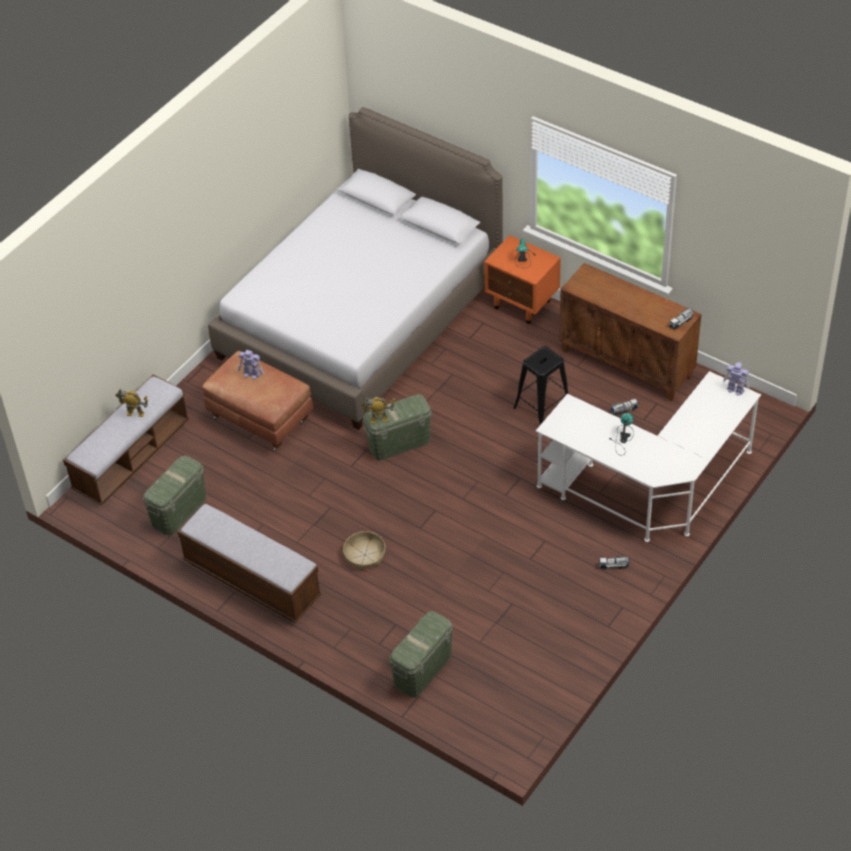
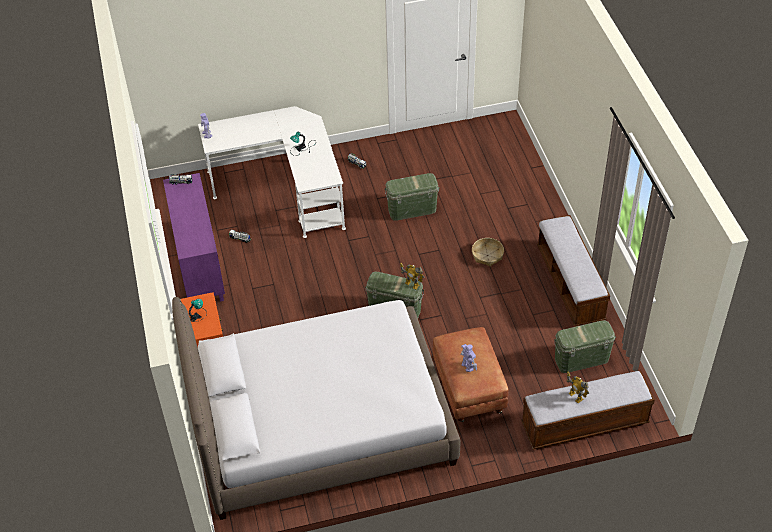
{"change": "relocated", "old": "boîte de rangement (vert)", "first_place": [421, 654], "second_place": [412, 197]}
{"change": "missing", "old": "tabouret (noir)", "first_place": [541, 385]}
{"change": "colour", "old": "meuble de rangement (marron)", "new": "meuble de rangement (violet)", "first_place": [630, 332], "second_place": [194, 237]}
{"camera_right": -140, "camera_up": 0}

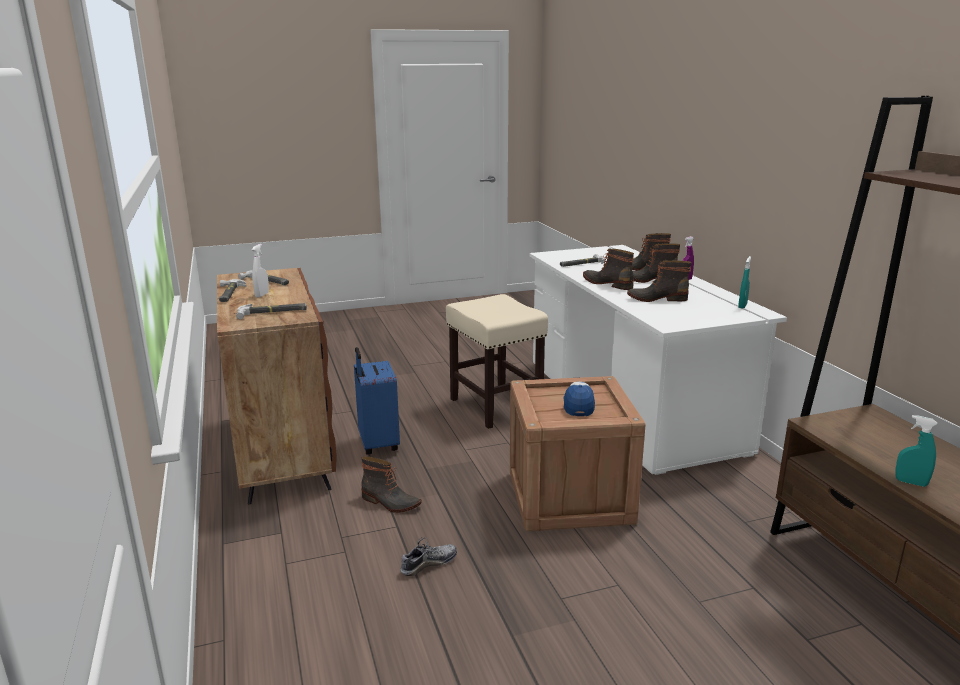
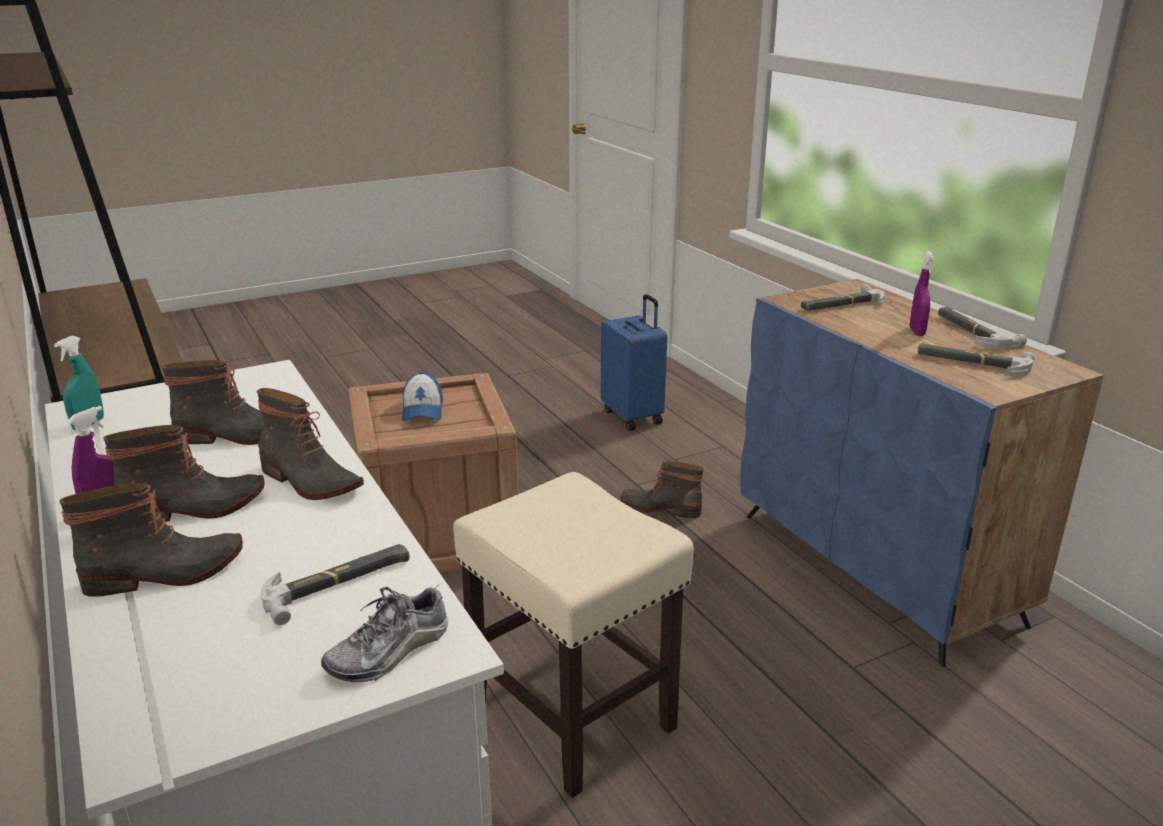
{"change": "colour", "old": "meuble de rangement (marron)", "new": "meuble de rangement (bleu)", "first_place": [277, 386], "second_place": [922, 473]}
{"change": "colour", "old": "vaporisateur (blanc)", "new": "vaporisateur (violet)", "first_place": [260, 270], "second_place": [922, 293]}
{"change": "relocated", "old": "valise (bleu)", "first_place": [377, 400], "second_place": [634, 362]}
{"change": "relocated", "old": "chaussure", "first_place": [428, 556], "second_place": [384, 632]}
{"change": "missing", "old": "vaporisateur (turquoise)", "first_place": [916, 451]}
{"camera_right": 170, "camera_up": 5}

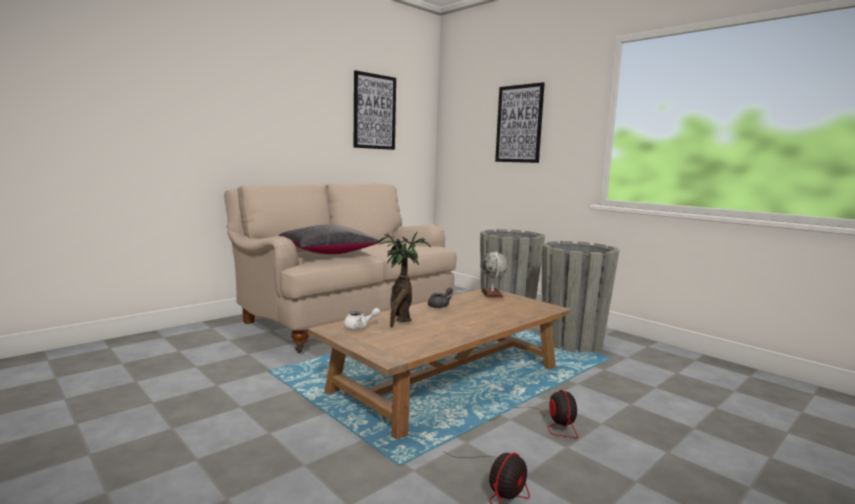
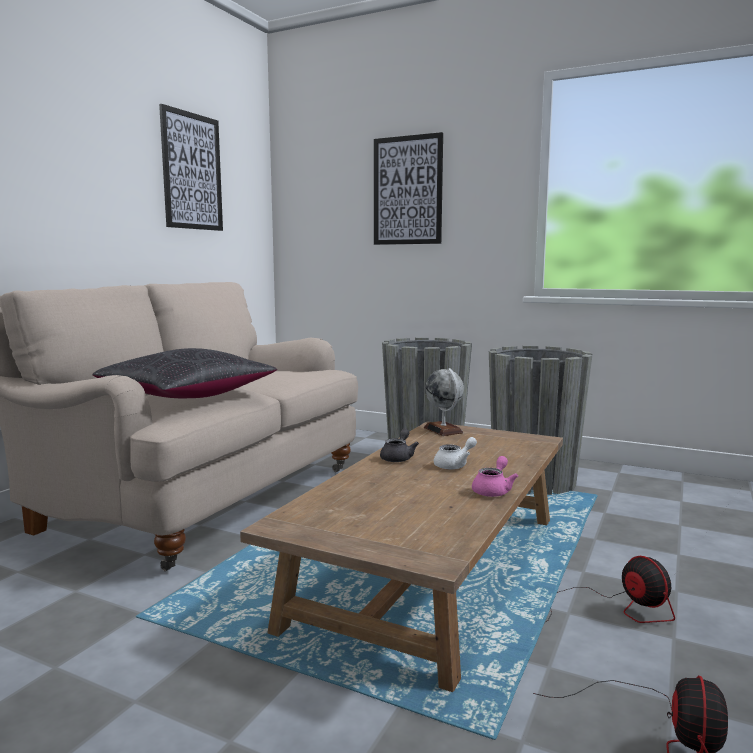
{"change": "relocated", "old": "théière (blanc)", "first_place": [362, 318], "second_place": [455, 453]}
{"change": "missing", "old": "plante en pot", "first_place": [404, 279]}
{"change": "appeared", "new": "théière (rose)", "second_place": [495, 476]}
{"camera_right": -20, "camera_up": 0}

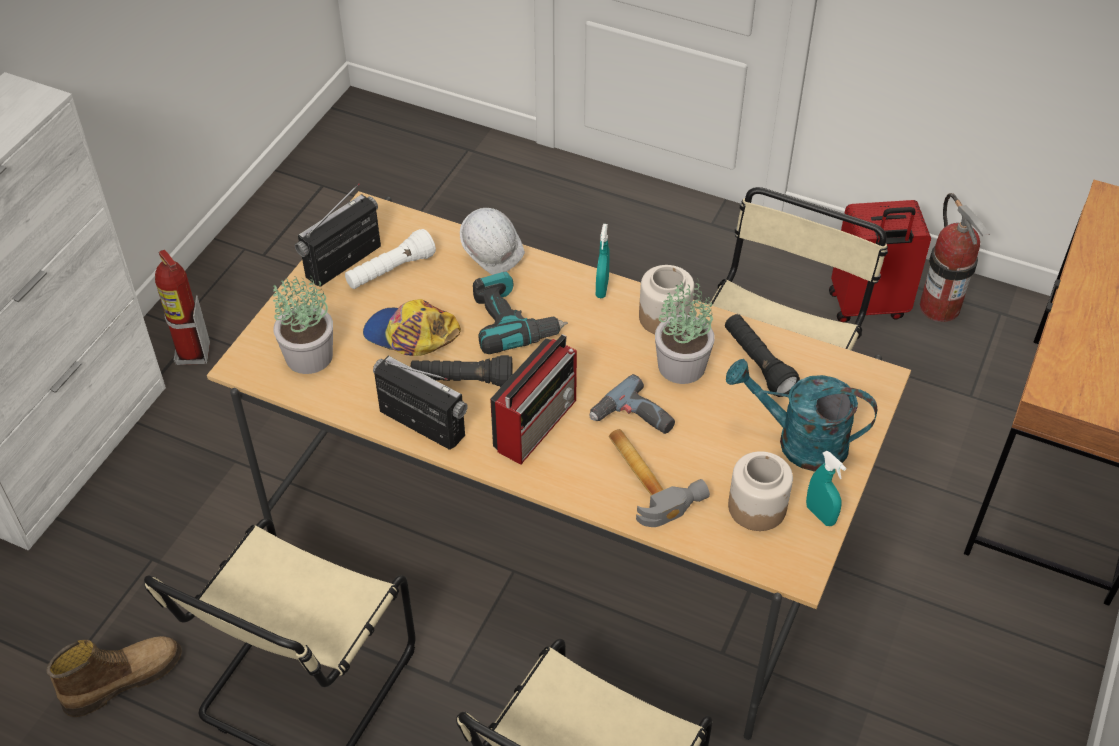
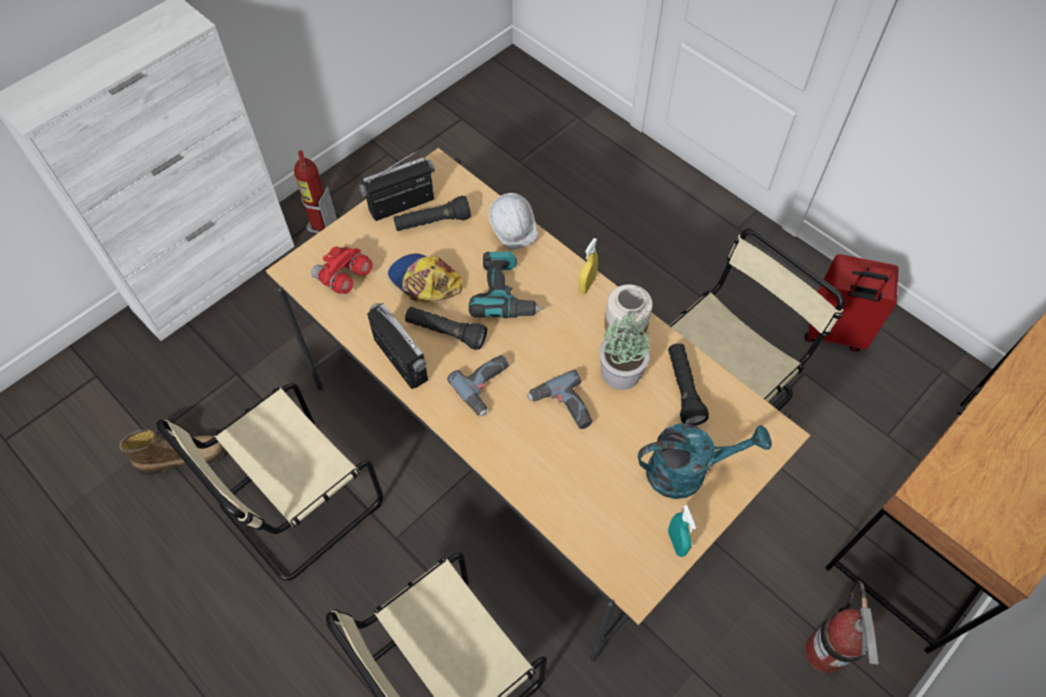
{"change": "exchanged", "old": "plante en pot", "new": "jumelles (rouge)", "first_place": [303, 325], "second_place": [342, 270]}
{"change": "colour", "old": "lampe de poche (blanc)", "new": "lampe de poche (noir)", "first_place": [390, 259], "second_place": [432, 213]}
{"change": "exchanged", "old": "radio", "new": "perceuse", "first_place": [533, 399], "second_place": [478, 385]}
{"change": "colour", "old": "vaporisateur (turquoise)", "new": "vaporisateur (jaune)", "first_place": [603, 261], "second_place": [588, 266]}
{"change": "missing", "old": "marteau", "first_place": [659, 478]}
{"change": "spun", "old": "arrosoir (turquoise)", "first_place": [801, 415], "second_place": [705, 461], "degrees": 135}
{"change": "missing", "old": "bocal", "first_place": [760, 491]}
{"change": "relocated", "old": "extincteur", "first_place": [955, 257], "second_place": [842, 627]}
{"camera_right": 20, "camera_up": 10}

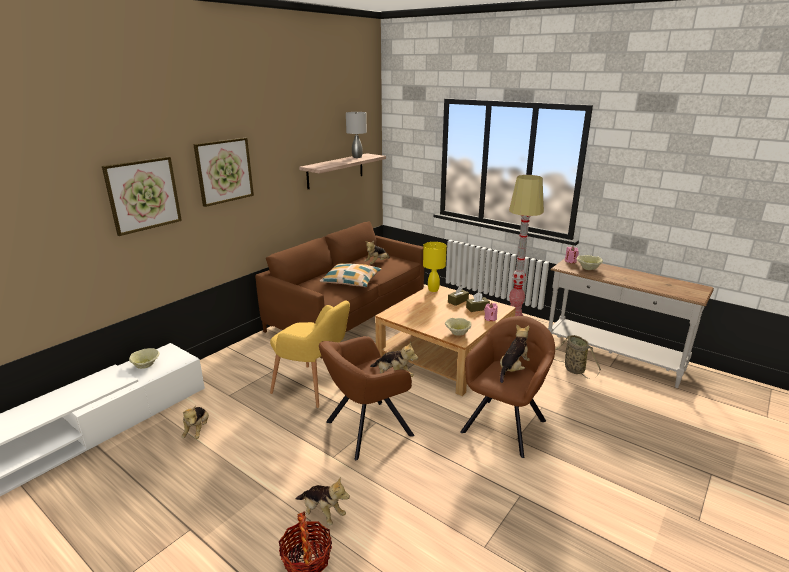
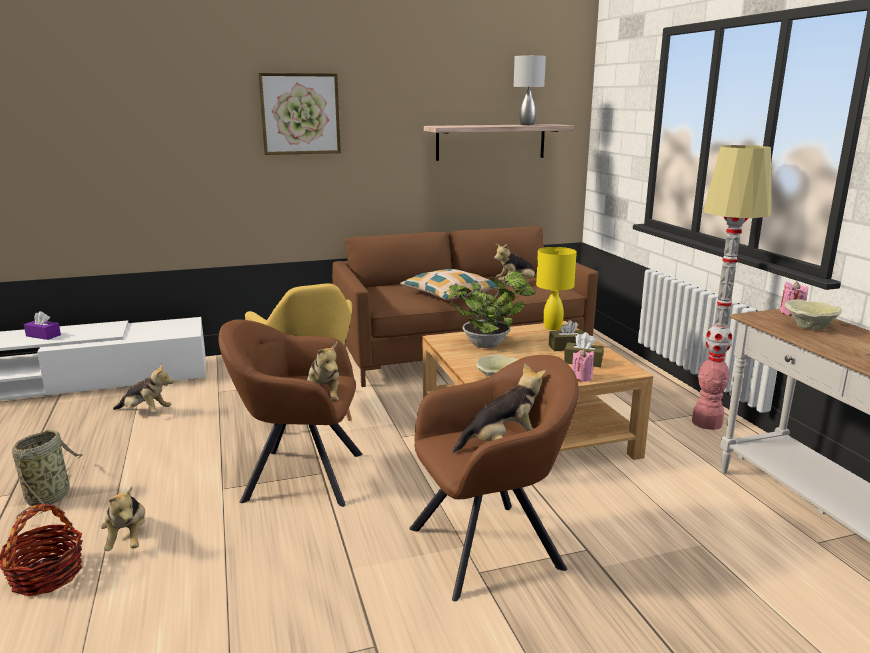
{"change": "missing", "old": "tableau", "first_place": [142, 196]}
{"change": "missing", "old": "bol (beige)", "first_place": [144, 358]}
{"change": "spun", "old": "peluche", "first_place": [195, 422], "second_place": [143, 388], "degrees": -105}
{"change": "relocated", "old": "panier", "first_place": [577, 357], "second_place": [47, 474]}
{"change": "appeared", "new": "boîte à mouchoirs (violet)", "second_place": [42, 325]}
{"change": "appeared", "new": "plante en pot", "second_place": [492, 309]}
{"camera_right": 35, "camera_up": -5}

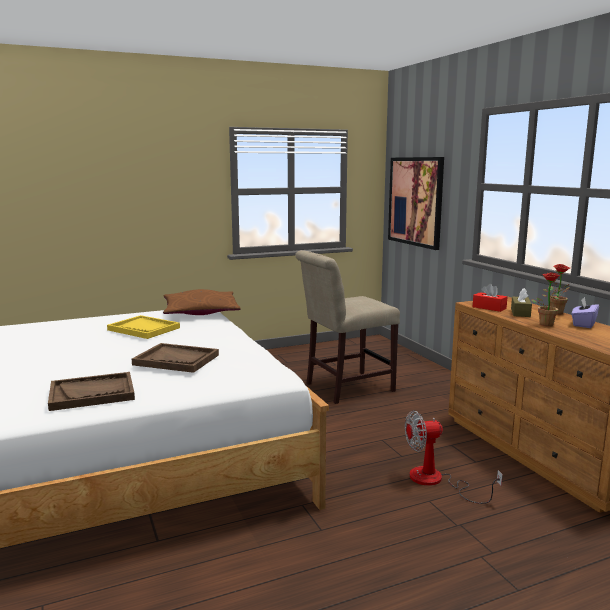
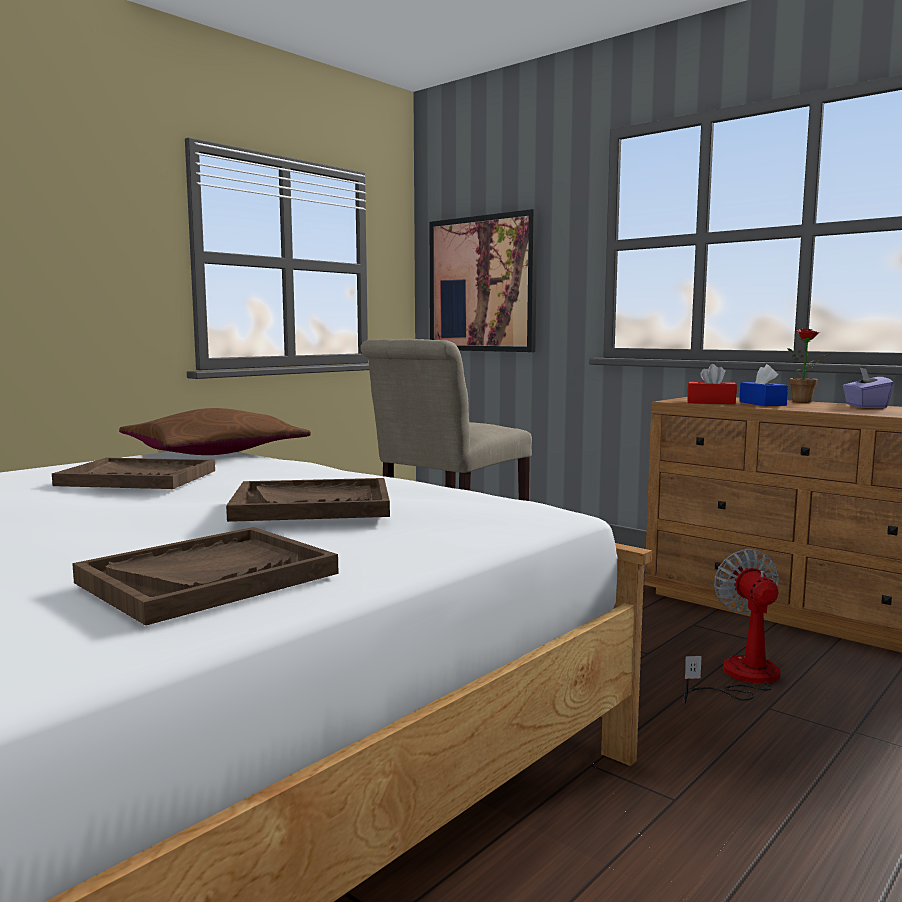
{"change": "colour", "old": "plateau (jaune)", "new": "plateau (marron)", "first_place": [143, 327], "second_place": [133, 473]}
{"change": "spun", "old": "ventilateur", "first_place": [454, 457], "second_place": [732, 626], "degrees": 120}
{"change": "colour", "old": "boîte à mouchoirs (marron)", "new": "boîte à mouchoirs (bleu)", "first_place": [521, 302], "second_place": [763, 385]}
{"change": "missing", "old": "plante en pot", "first_place": [546, 299]}
{"camera_right": -25, "camera_up": -5}

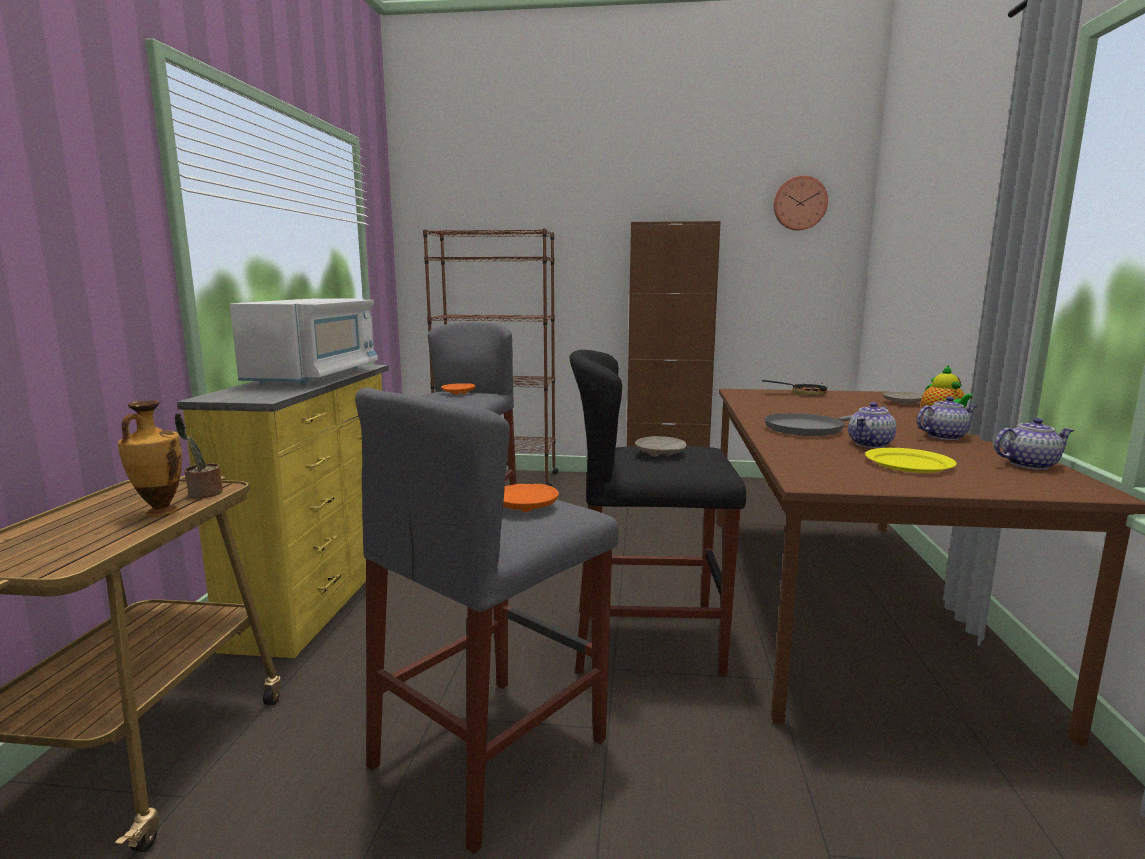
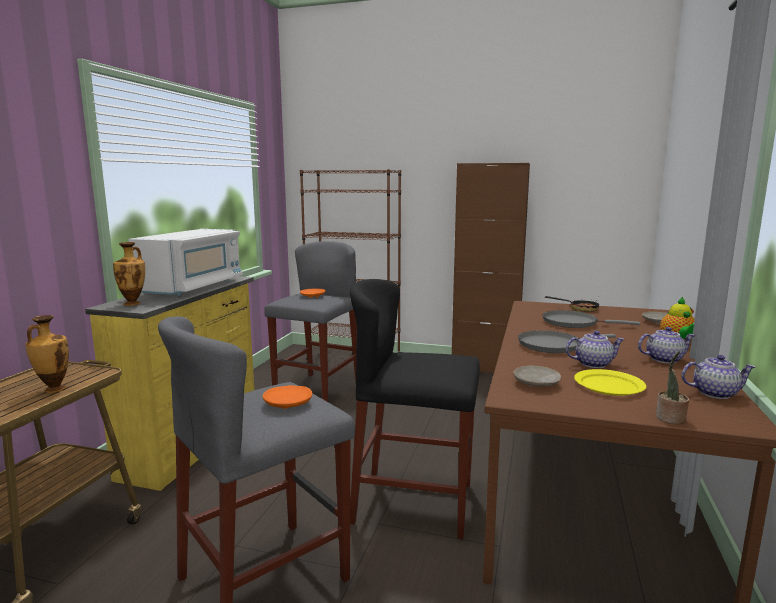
{"change": "relocated", "old": "plante en pot", "first_place": [199, 455], "second_place": [672, 387]}
{"change": "relocated", "old": "assiette (beige)", "first_place": [660, 446], "second_place": [537, 376]}
{"change": "missing", "old": "horloge murale", "first_place": [800, 203]}
{"change": "spun", "old": "théière", "first_place": [872, 425], "second_place": [595, 349], "degrees": -150}
{"change": "appeared", "new": "vase", "second_place": [129, 274]}
{"change": "appeared", "new": "poêle (gris)", "second_place": [591, 319]}
{"camera_right": 10, "camera_up": 0}

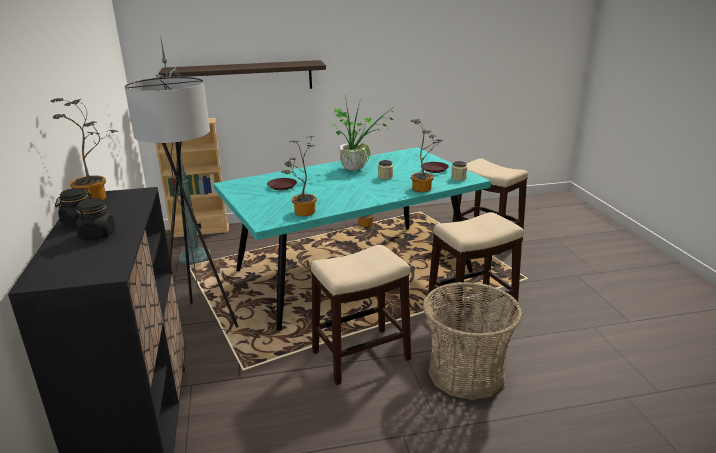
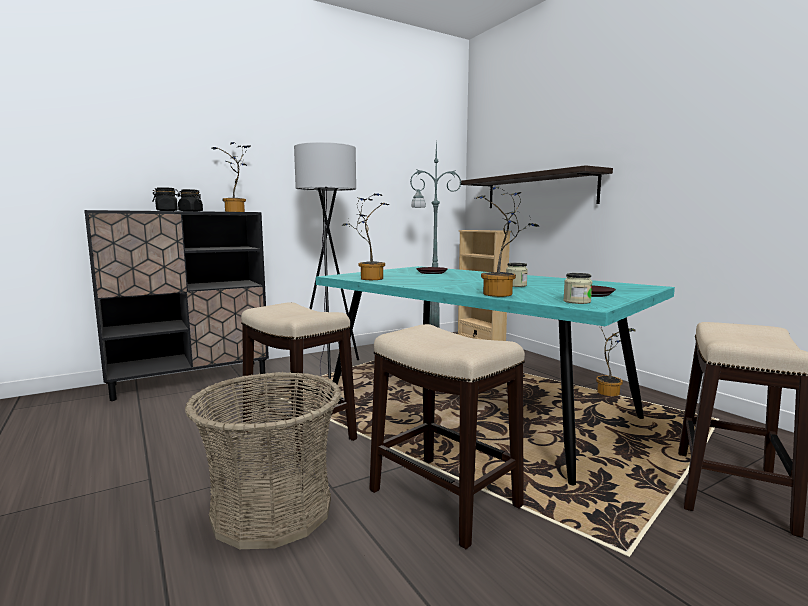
{"change": "missing", "old": "plante en pot", "first_place": [361, 131]}
{"camera_right": 70, "camera_up": -15}

